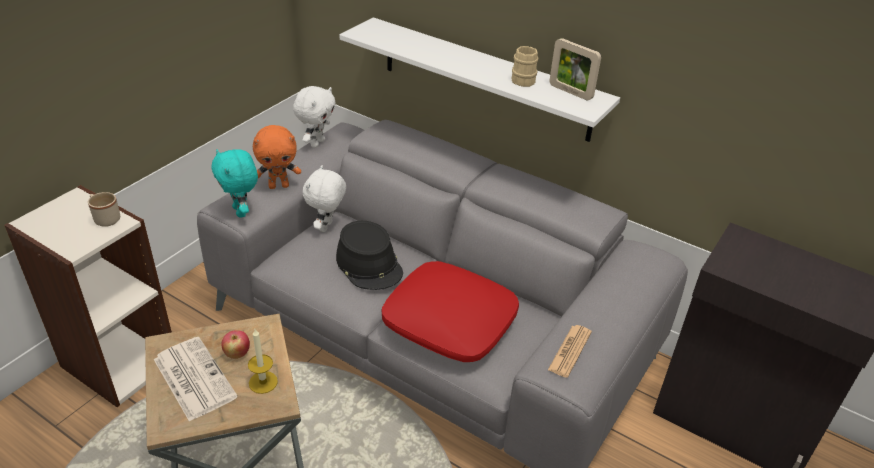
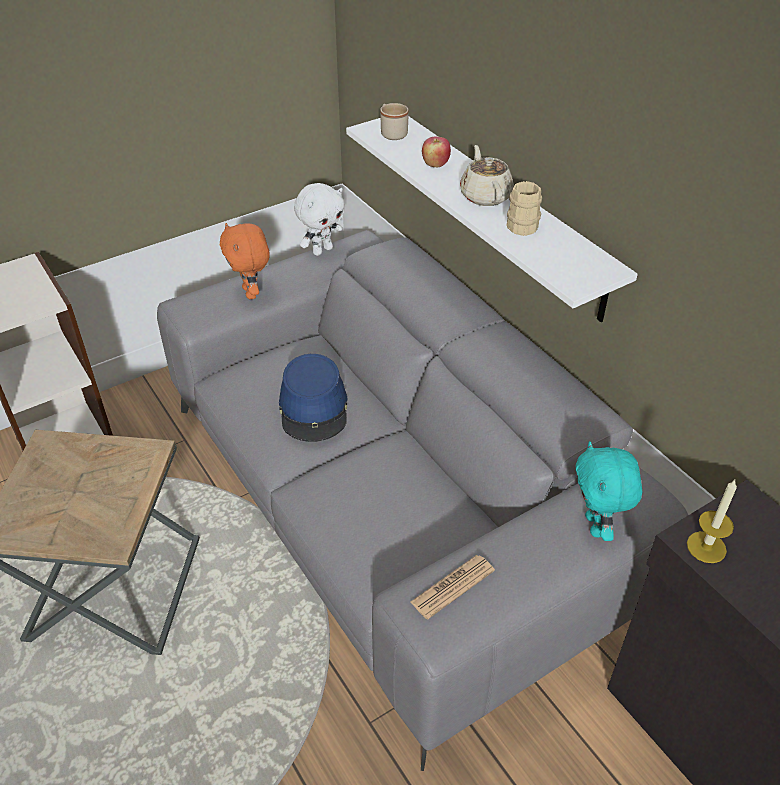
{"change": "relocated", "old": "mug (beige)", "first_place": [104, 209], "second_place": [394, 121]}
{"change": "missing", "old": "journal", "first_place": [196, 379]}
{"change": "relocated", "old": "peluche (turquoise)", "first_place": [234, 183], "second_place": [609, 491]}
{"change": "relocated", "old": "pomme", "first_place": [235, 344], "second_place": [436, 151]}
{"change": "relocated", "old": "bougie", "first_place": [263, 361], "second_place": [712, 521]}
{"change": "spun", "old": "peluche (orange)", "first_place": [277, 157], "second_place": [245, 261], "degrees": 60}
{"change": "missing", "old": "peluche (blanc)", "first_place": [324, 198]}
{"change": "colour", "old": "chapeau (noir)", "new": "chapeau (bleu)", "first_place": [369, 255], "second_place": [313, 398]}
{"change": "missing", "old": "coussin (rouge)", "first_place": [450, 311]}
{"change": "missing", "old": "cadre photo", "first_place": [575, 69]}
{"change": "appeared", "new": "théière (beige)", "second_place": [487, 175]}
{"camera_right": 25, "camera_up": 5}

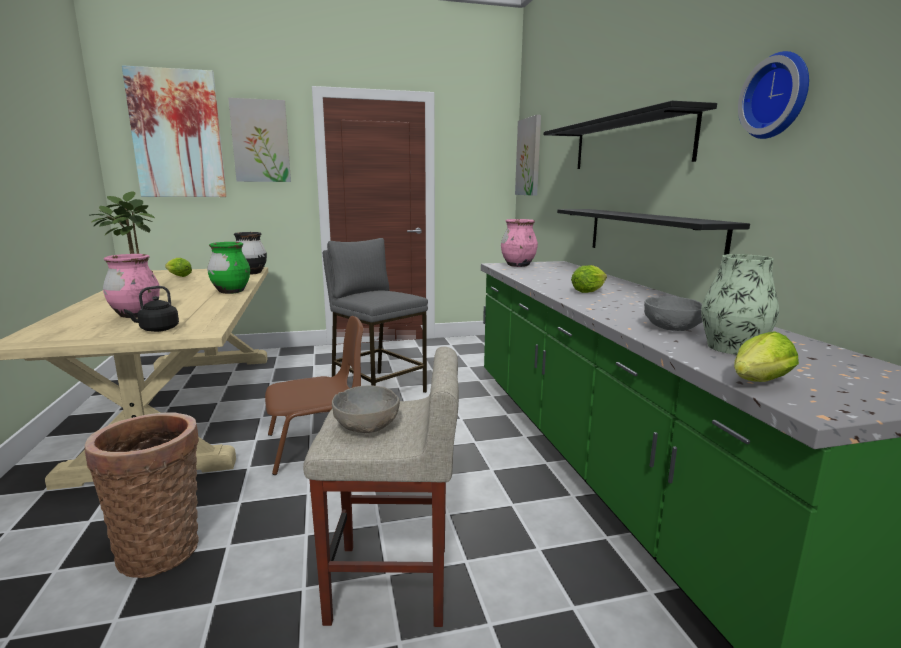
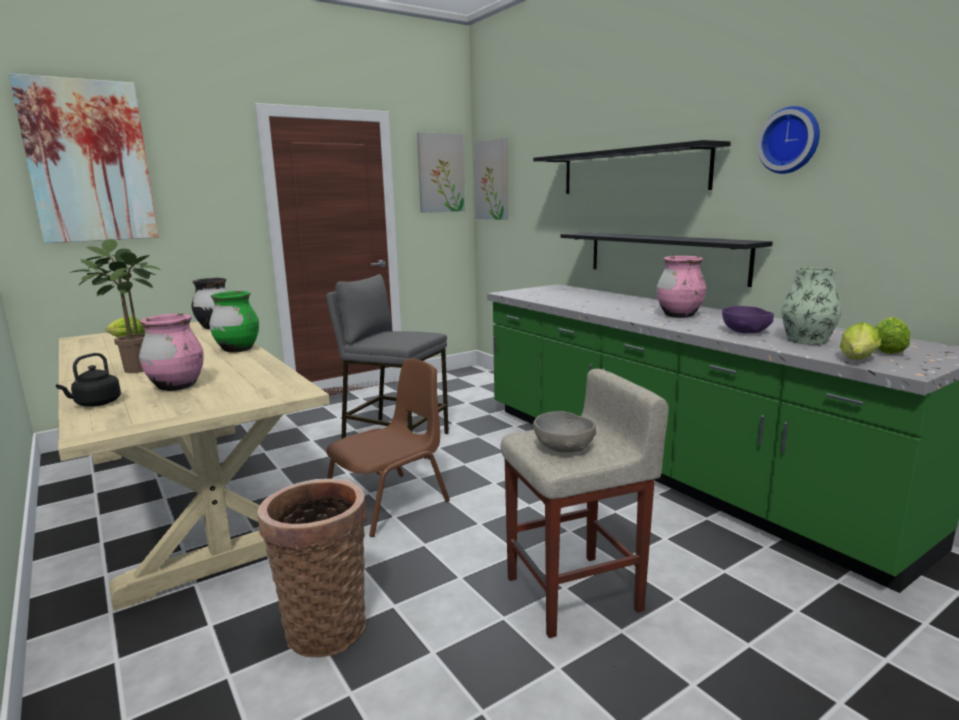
{"change": "relocated", "old": "bouilloire (noir)", "first_place": [151, 309], "second_place": [88, 379]}
{"change": "relocated", "old": "tableau", "first_place": [259, 140], "second_place": [441, 172]}
{"change": "relocated", "old": "vase (rose)", "first_place": [519, 243], "second_place": [681, 287]}
{"change": "relocated", "old": "laitue", "first_place": [589, 279], "second_place": [893, 335]}
{"change": "colour", "old": "bol (gris)", "new": "bol (violet)", "first_place": [673, 313], "second_place": [748, 319]}
{"camera_right": -20, "camera_up": 0}

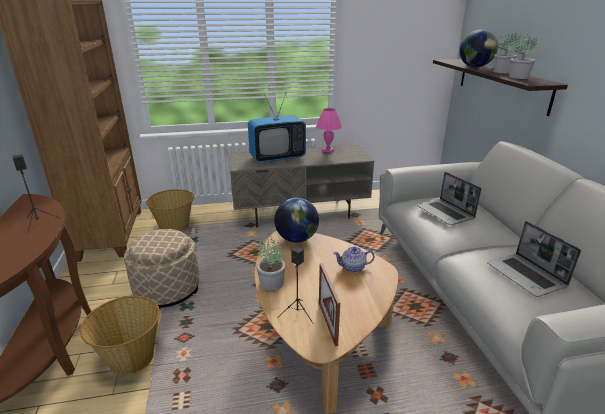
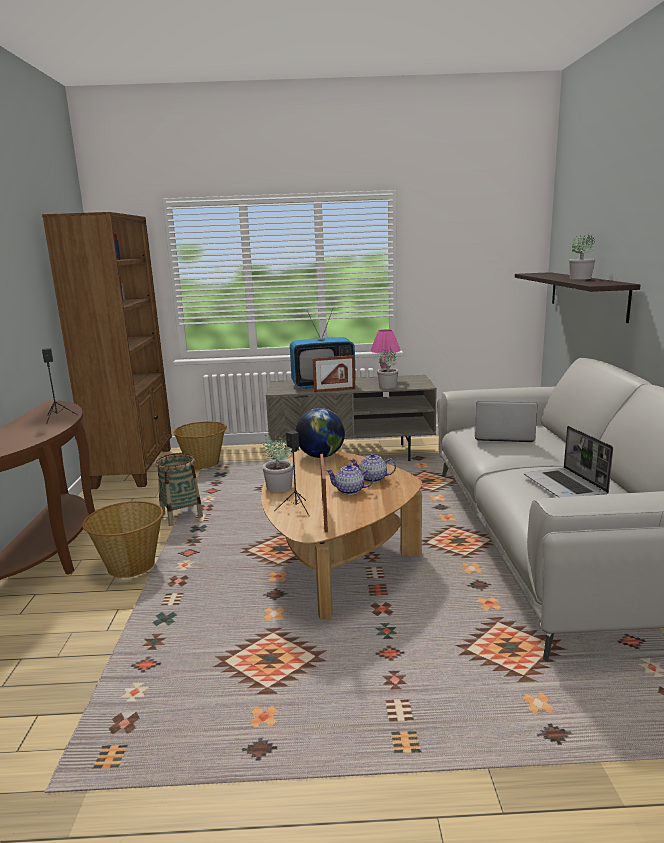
{"change": "exchanged", "old": "pouf (beige)", "new": "panier", "first_place": [162, 269], "second_place": [179, 489]}
{"change": "spun", "old": "ordinateur portable", "first_place": [449, 198], "second_place": [506, 421], "degrees": 120}
{"change": "missing", "old": "globe", "first_place": [478, 48]}
{"change": "relocated", "old": "plante en pot", "first_place": [523, 57], "second_place": [387, 368]}
{"change": "appeared", "new": "cadre photo", "second_place": [333, 374]}
{"change": "appeared", "new": "théière", "second_place": [349, 479]}
{"camera_right": 10, "camera_up": -10}

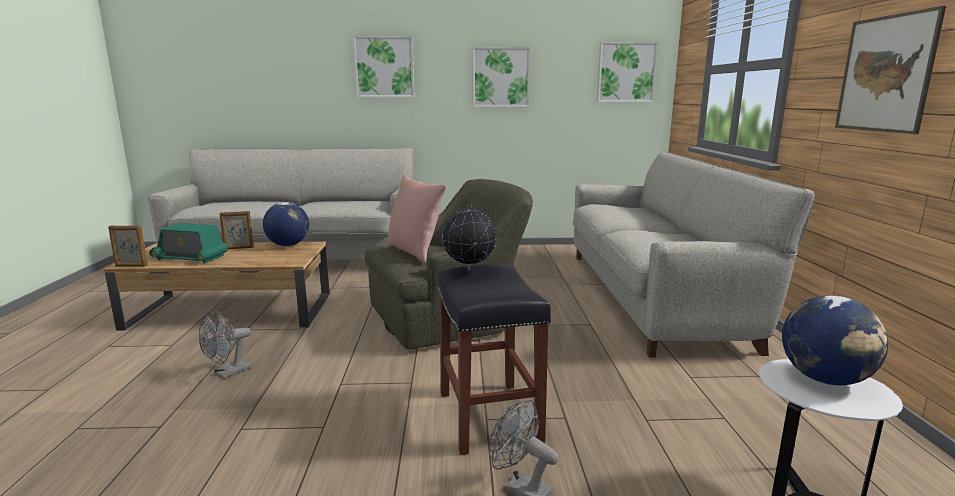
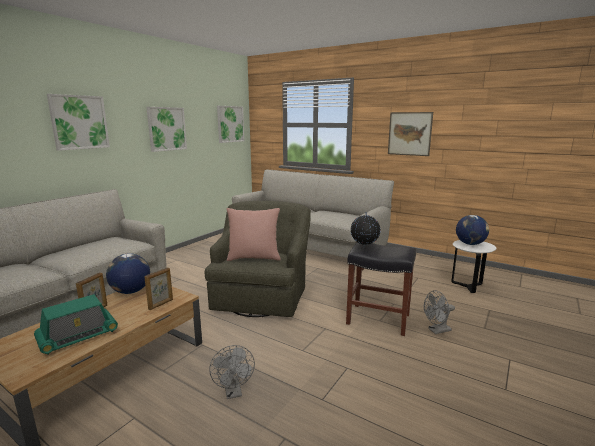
{"change": "relocated", "old": "cadre photo", "first_place": [128, 246], "second_place": [158, 288]}
{"camera_right": -55, "camera_up": 0}

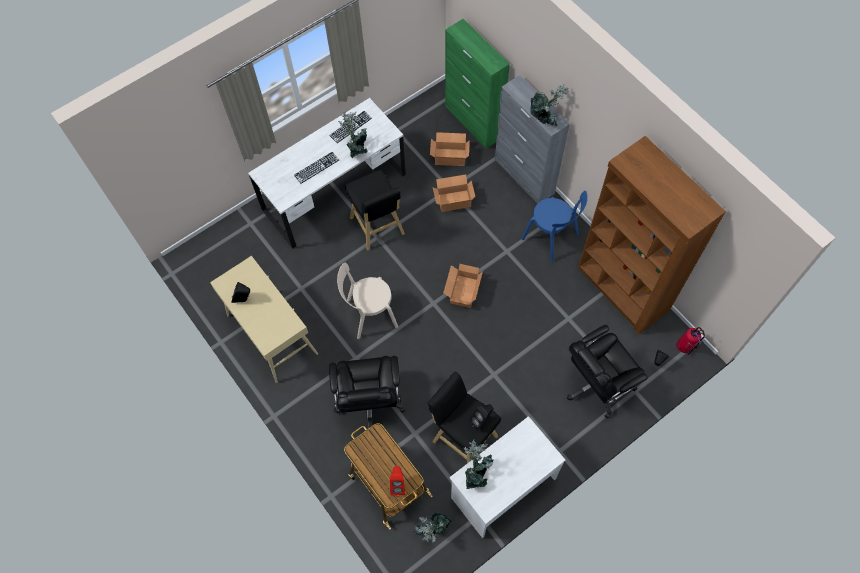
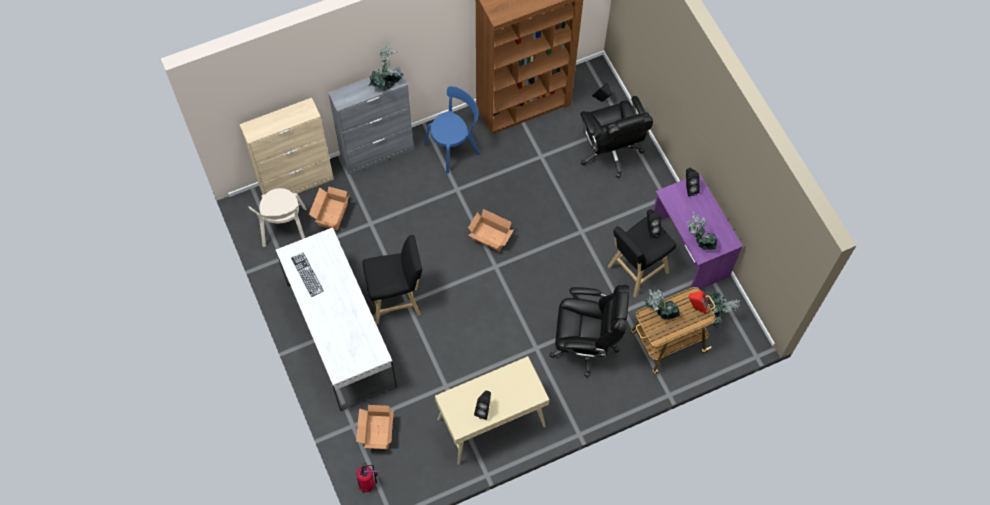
{"change": "missing", "old": "clavier", "first_place": [316, 168]}
{"change": "relocated", "old": "chaise (beige)", "first_place": [367, 301], "second_place": [277, 217]}
{"change": "relocated", "old": "plante en pot", "first_place": [353, 135], "second_place": [662, 304]}
{"change": "relocated", "old": "carton", "first_place": [454, 193], "second_place": [375, 427]}
{"change": "colour", "old": "meuble de rangement (vert)", "new": "meuble de rangement (beige)", "first_place": [477, 84], "second_place": [287, 146]}
{"change": "colour", "old": "bureau (blanc)", "new": "bureau (violet)", "first_place": [507, 477], "second_place": [698, 231]}
{"change": "relocated", "old": "extincteur", "first_place": [690, 340], "second_place": [367, 477]}
{"change": "appeared", "new": "enceinte (noir)", "second_place": [693, 182]}
{"camera_right": -80, "camera_up": 0}

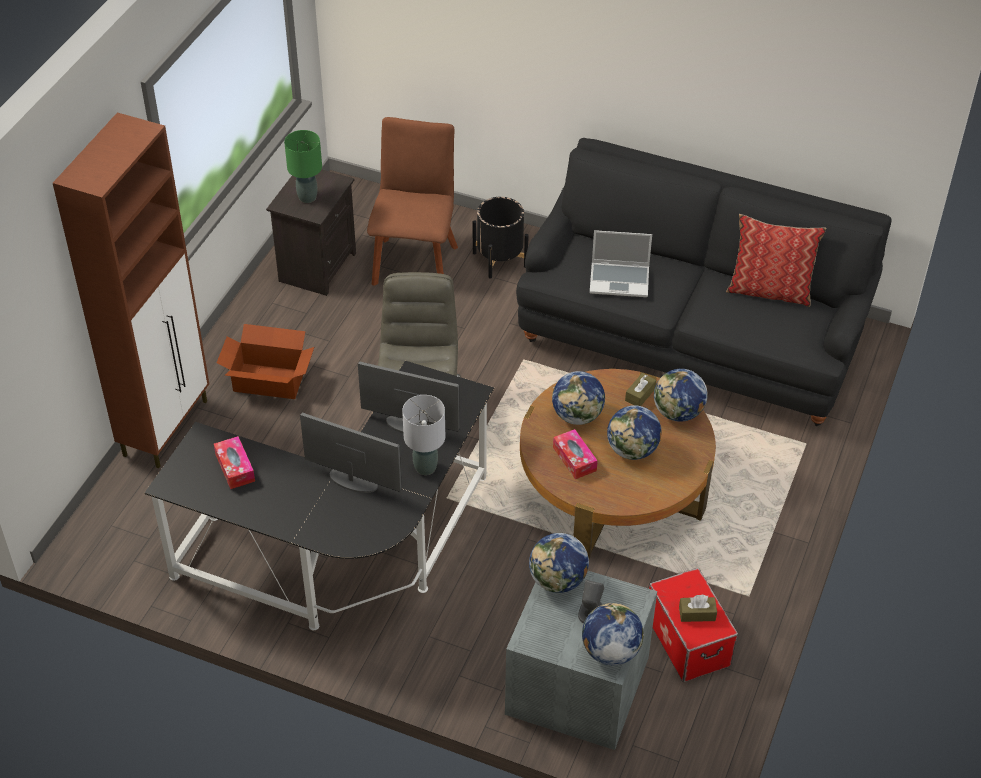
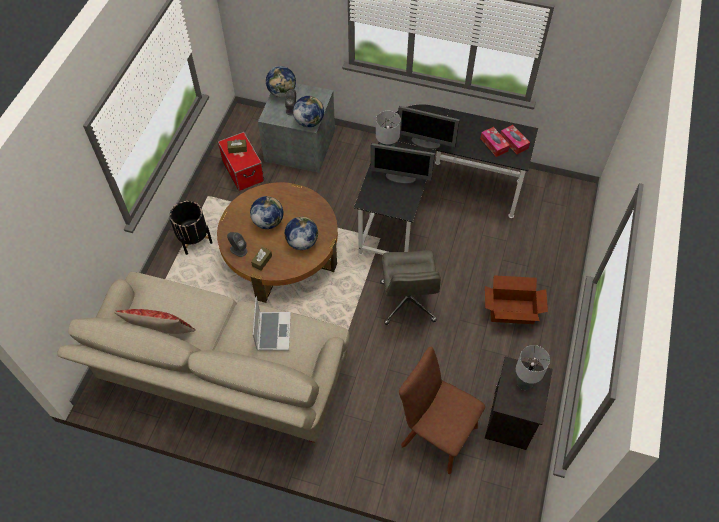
{"change": "missing", "old": "meuble de rangement (marron)", "first_place": [131, 290]}
{"change": "colour", "old": "lampe de table (vert)", "new": "lampe de table (gris)", "first_place": [303, 166], "second_place": [533, 367]}
{"change": "spun", "old": "chaise (marron)", "first_place": [412, 201], "second_place": [442, 410], "degrees": 120}
{"change": "relocated", "old": "cache-pot (noir)", "first_place": [501, 238], "second_place": [191, 228]}
{"change": "colour", "old": "canapé (noir)", "new": "canapé (beige)", "first_place": [704, 282], "second_place": [203, 357]}
{"change": "relocated", "old": "boîte à mouchoirs", "first_place": [575, 454], "second_place": [515, 139]}
{"change": "spun", "old": "ordinateur portable", "first_place": [621, 263], "second_place": [272, 323], "degrees": 90}
{"change": "exchanged", "old": "globe", "new": "enceinte (gris)", "first_place": [681, 395], "second_place": [237, 244]}
{"camera_right": 175, "camera_up": 10}

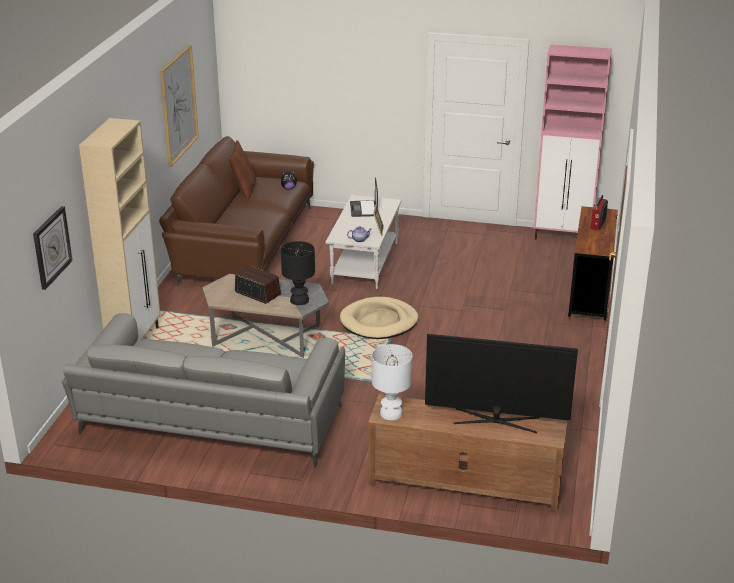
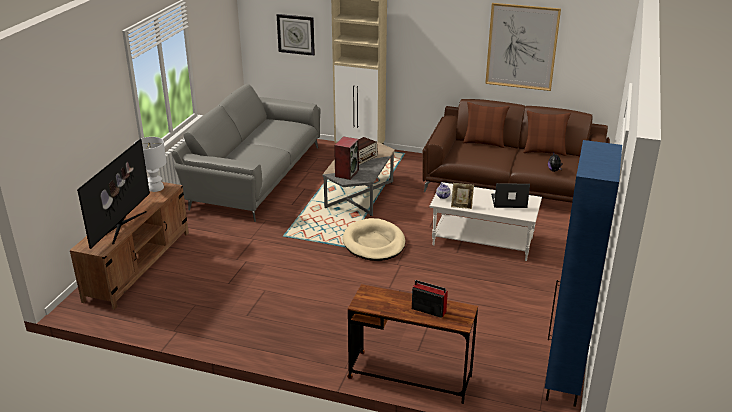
{"change": "exchanged", "old": "lampe de table (noir)", "new": "enceinte", "first_place": [298, 273], "second_place": [346, 158]}
{"change": "colour", "old": "meuble de rangement (rose)", "new": "meuble de rangement (bleu)", "first_place": [573, 141], "second_place": [583, 273]}
{"change": "appeared", "new": "coussin (marron)", "second_place": [486, 125]}
{"camera_right": 95, "camera_up": 0}

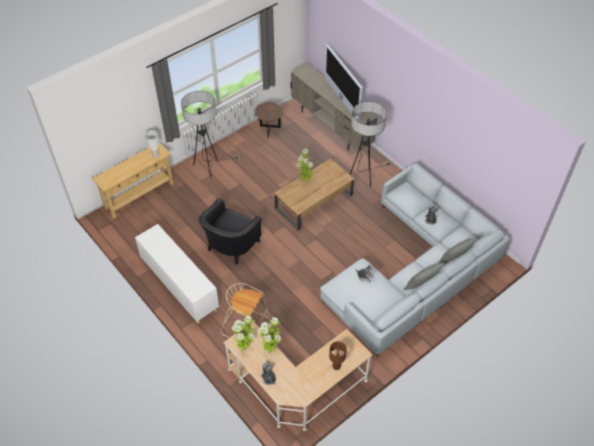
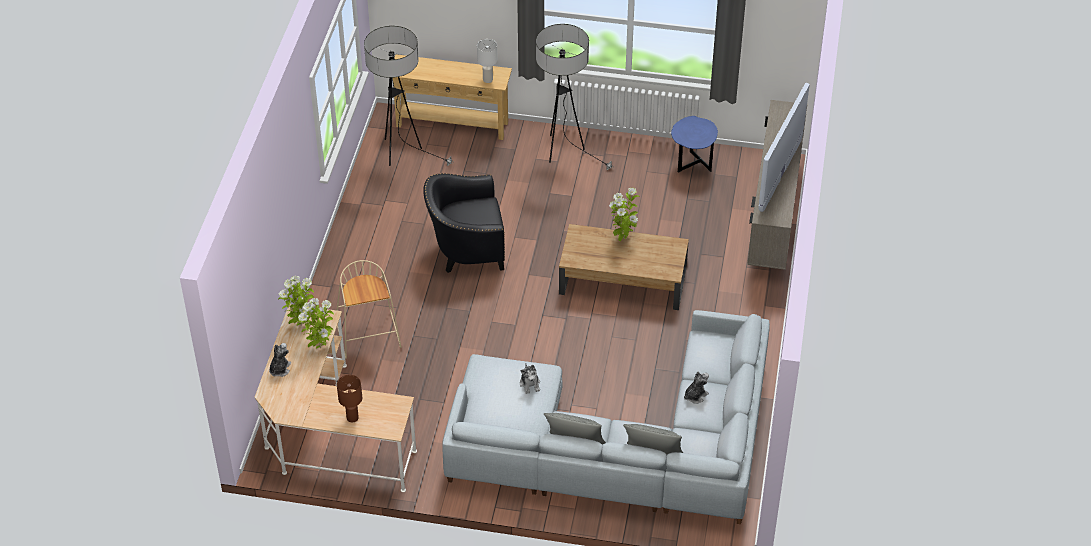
{"change": "missing", "old": "meuble de rangement (blanc)", "first_place": [177, 274]}
{"change": "colour", "old": "table d'appoint (marron)", "new": "table d'appoint (bleu)", "first_place": [269, 120], "second_place": [694, 144]}
{"change": "relocated", "old": "lampadaire", "first_place": [370, 144], "second_place": [408, 96]}
{"camera_right": 50, "camera_up": -5}

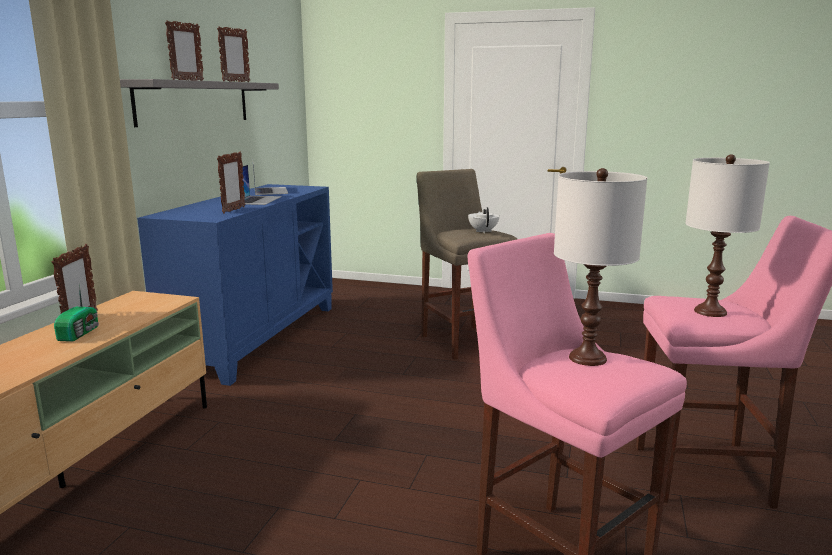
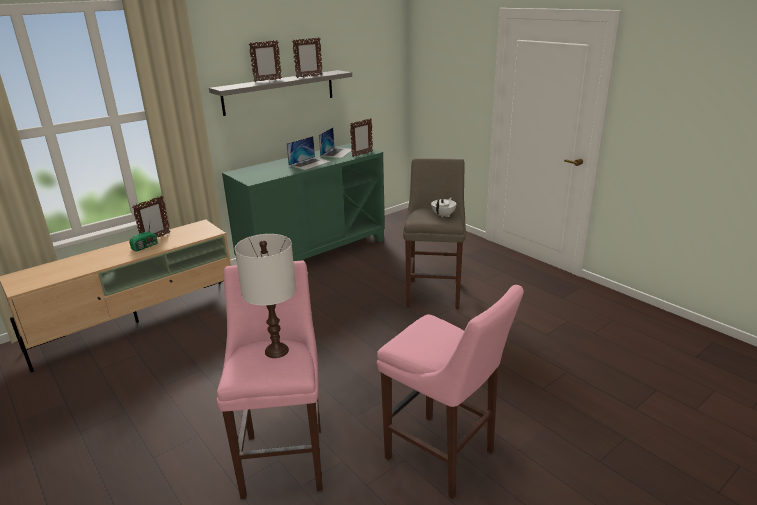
{"change": "colour", "old": "meuble de rangement (bleu)", "new": "meuble de rangement (vert)", "first_place": [235, 285], "second_place": [303, 202]}
{"change": "relocated", "old": "cadre photo", "first_place": [231, 182], "second_place": [361, 137]}
{"change": "missing", "old": "lampe de table (blanc)", "first_place": [727, 235]}
{"camera_right": 35, "camera_up": 10}

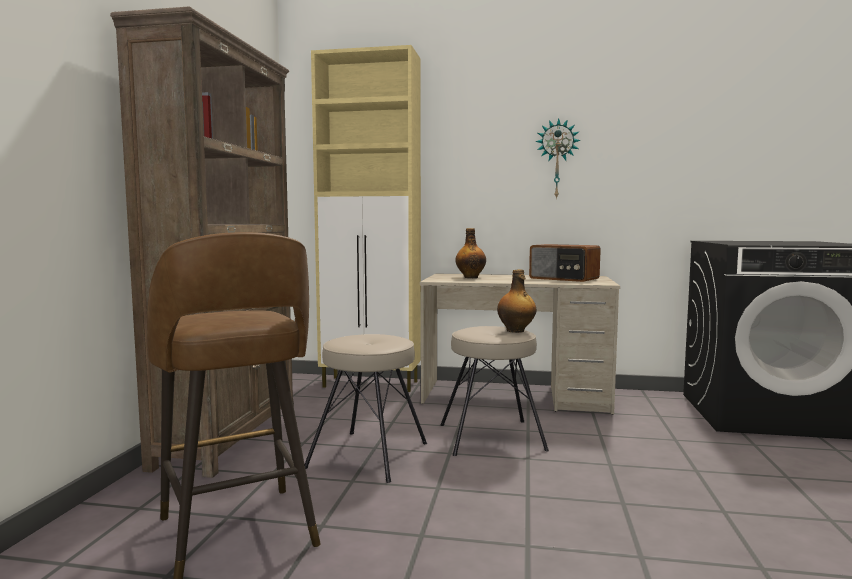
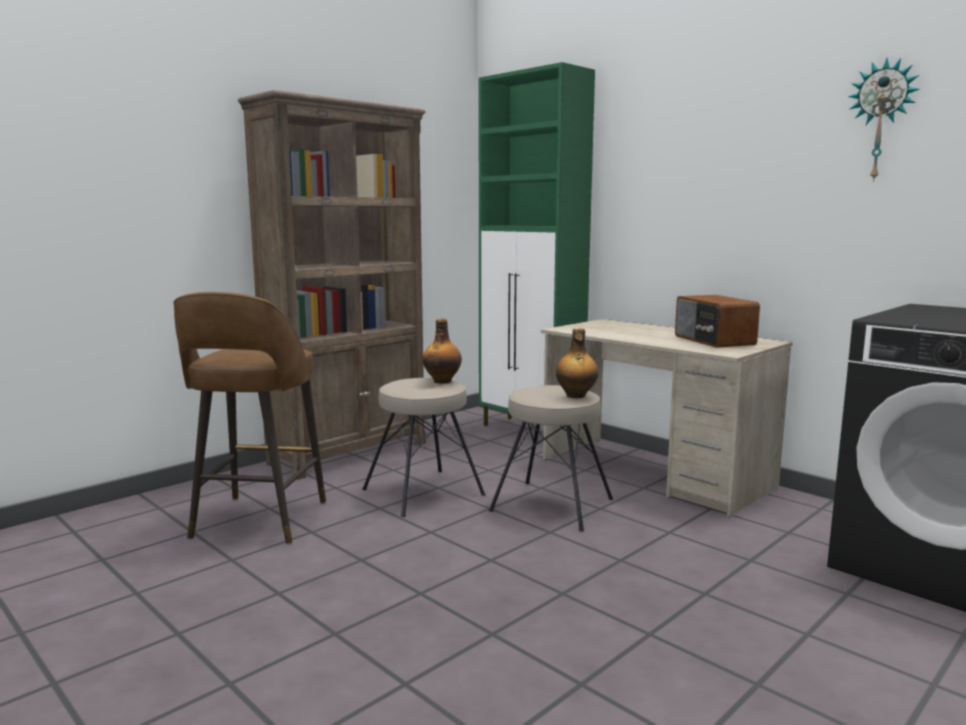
{"change": "colour", "old": "meuble de rangement (beige)", "new": "meuble de rangement (vert)", "first_place": [366, 218], "second_place": [537, 244]}
{"change": "relocated", "old": "bouteille", "first_place": [471, 253], "second_place": [442, 351]}
{"change": "relocated", "old": "horloge murale", "first_place": [558, 158], "second_place": [884, 120]}
{"camera_right": 35, "camera_up": 5}

